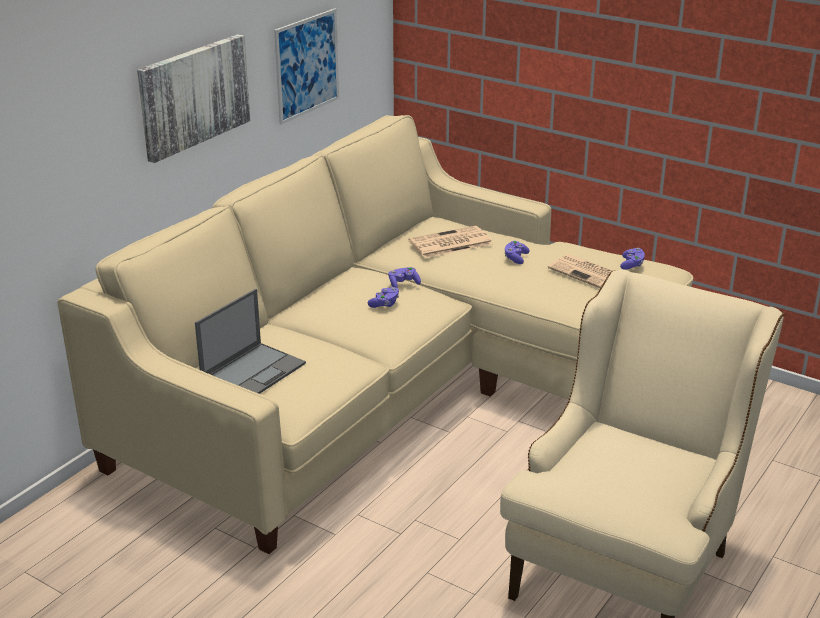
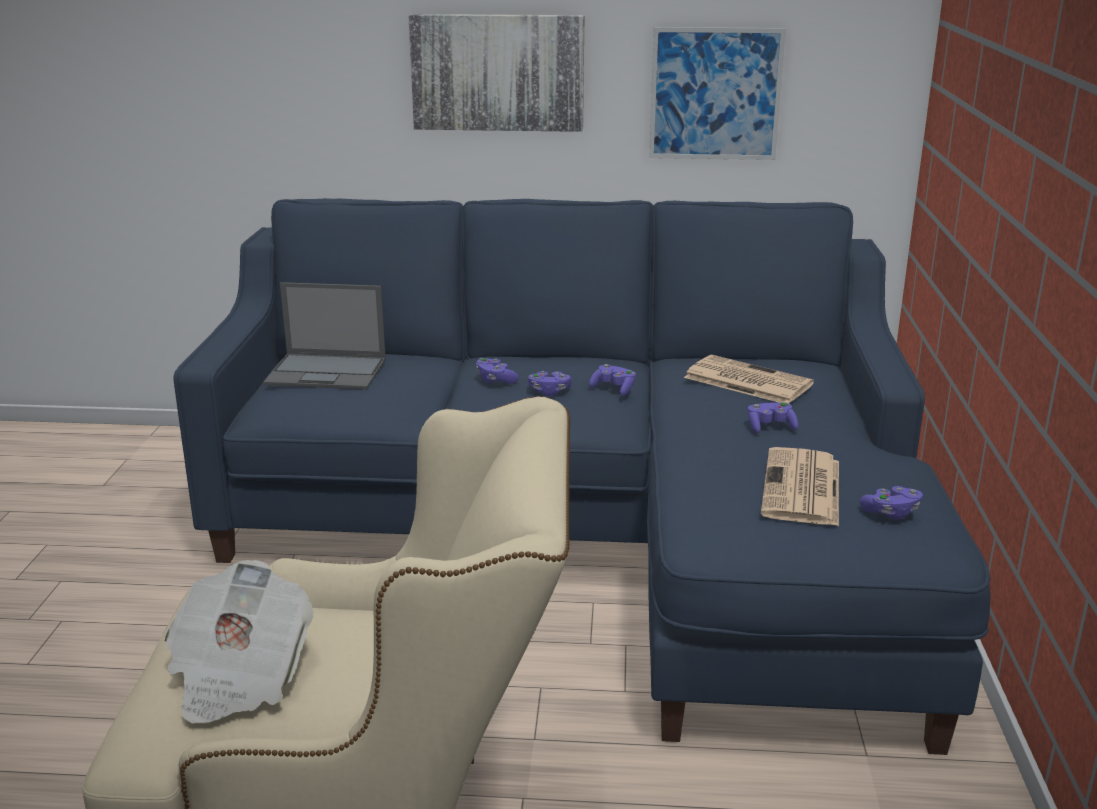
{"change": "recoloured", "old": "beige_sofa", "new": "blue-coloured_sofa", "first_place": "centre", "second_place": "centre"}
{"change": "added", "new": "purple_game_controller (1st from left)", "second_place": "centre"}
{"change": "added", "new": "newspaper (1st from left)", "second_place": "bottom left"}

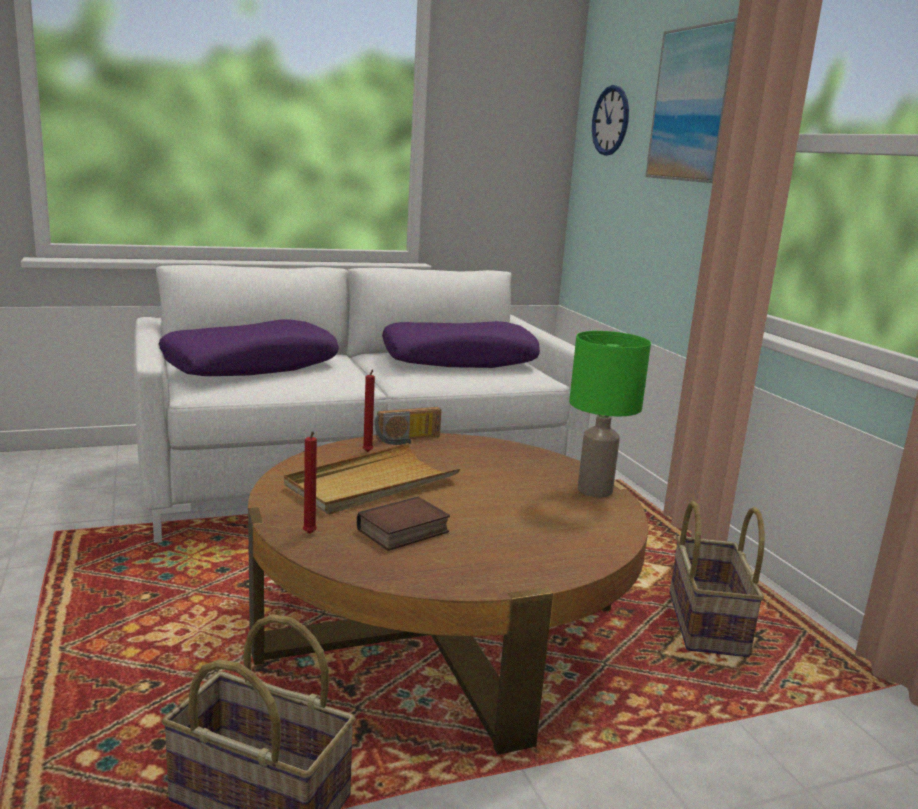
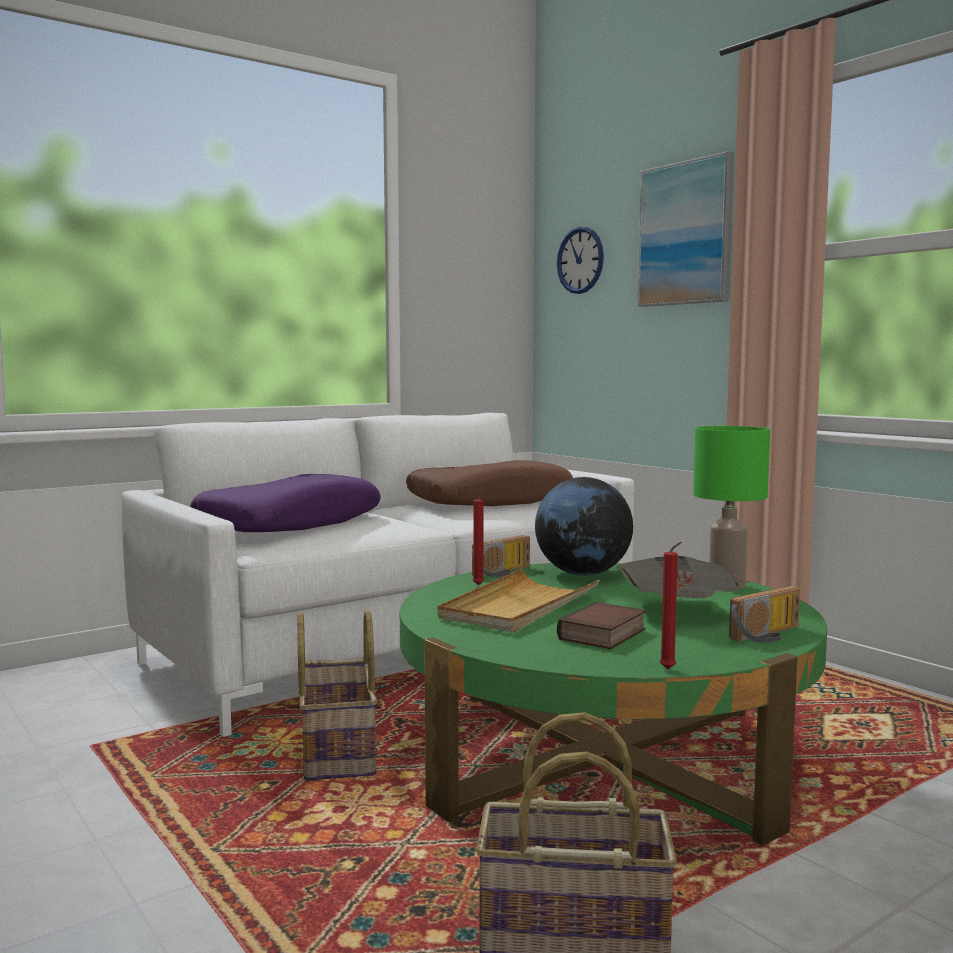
{"change": "recoloured", "old": "purple_pillow (2nd from left)", "new": "brown_pillow", "first_place": "centre", "second_place": "centre"}
{"change": "moved", "old": "reddish_wax_candle (1st from left in the first image)", "new": "reddish_wax_candle (2nd from left)", "first_place": "centre", "second_place": "middle right"}
{"change": "recoloured", "old": "brown_low_table", "new": "green_low_table", "first_place": "bottom centre", "second_place": "bottom centre"}
{"change": "moved", "old": "basket (2nd from left in the first image)", "new": "basket (1st from left)", "first_place": "bottom right", "second_place": "bottom centre"}
{"change": "added", "new": "desk_globe", "second_place": "centre"}
{"change": "added", "new": "newspaper", "second_place": "middle right"}
{"change": "added", "new": "radio (2nd from left)", "second_place": "middle right"}

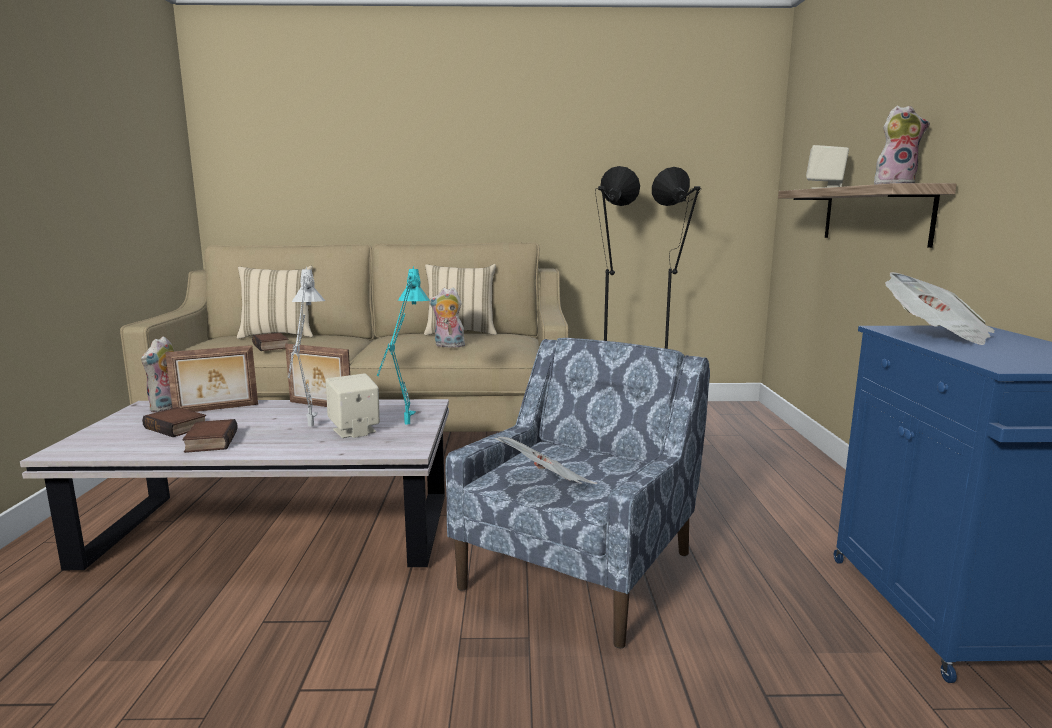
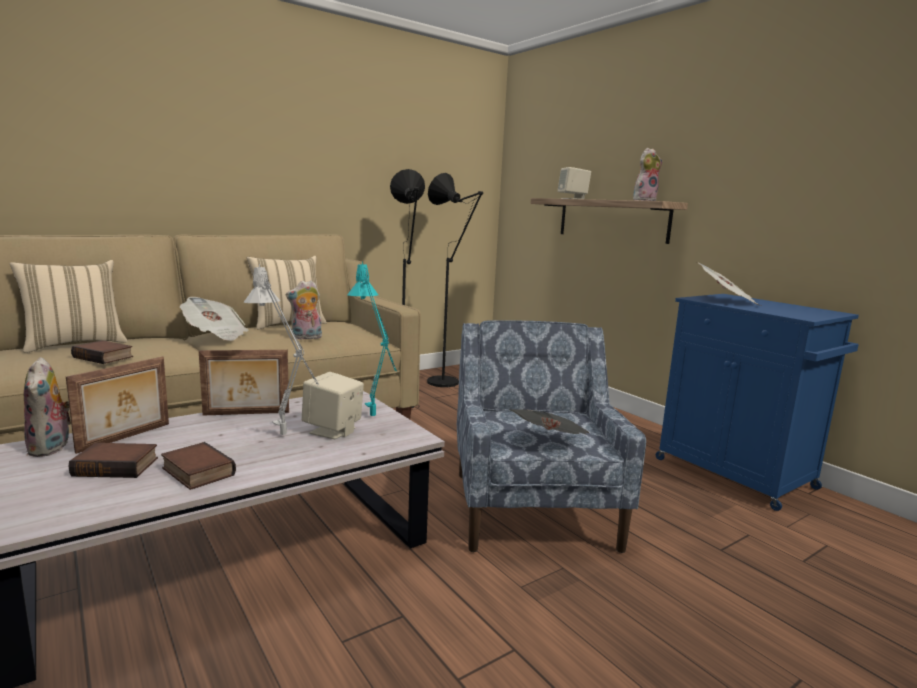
{"change": "added", "new": "newspaper (1st from left)", "second_place": "middle left"}

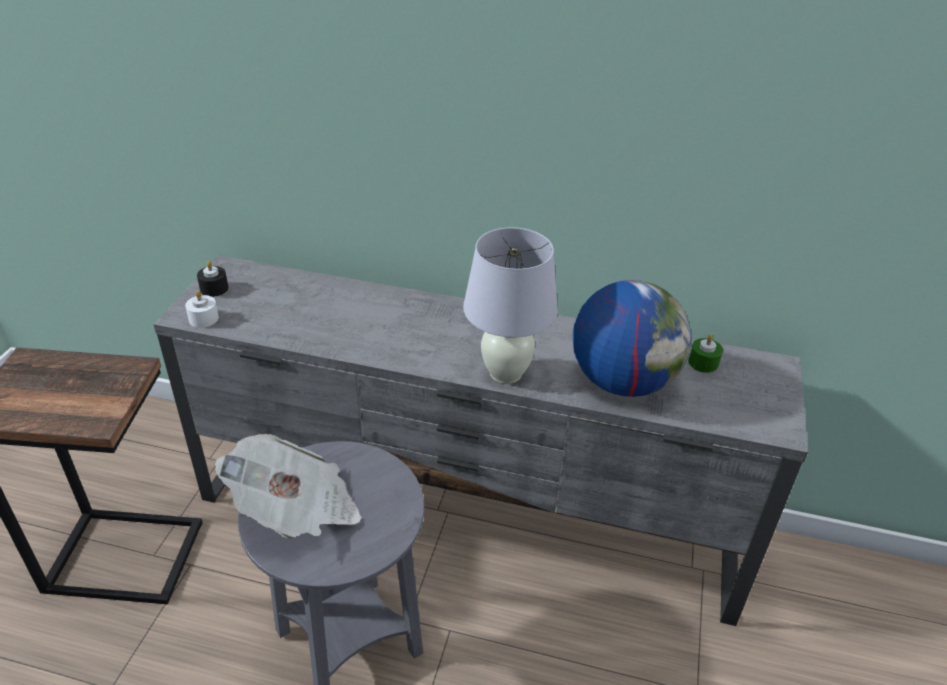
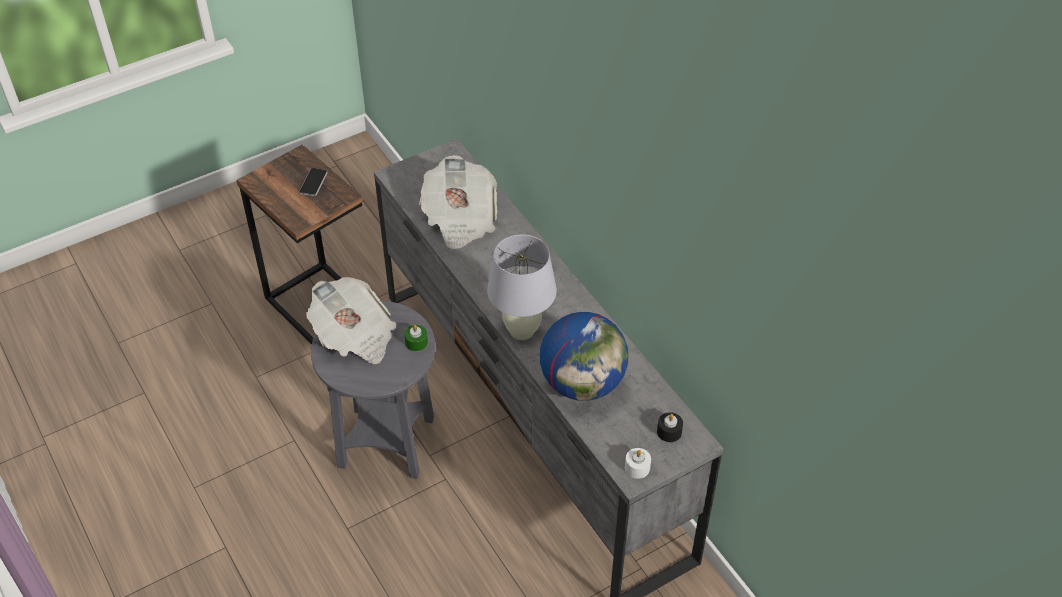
{"change": "moved", "old": "black_wax_candle", "first_place": "middle left", "second_place": "bottom centre"}
{"change": "moved", "old": "white_wax_candle", "first_place": "middle left", "second_place": "bottom centre"}
{"change": "moved", "old": "green_wax_candle", "first_place": "middle right", "second_place": "centre"}
{"change": "added", "new": "newspaper (2nd from left)", "second_place": "centre"}
{"change": "added", "new": "handset", "second_place": "top left"}

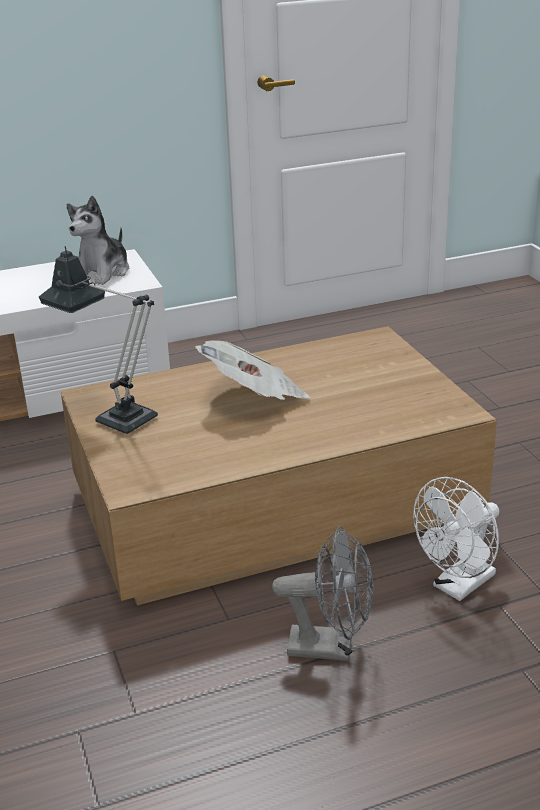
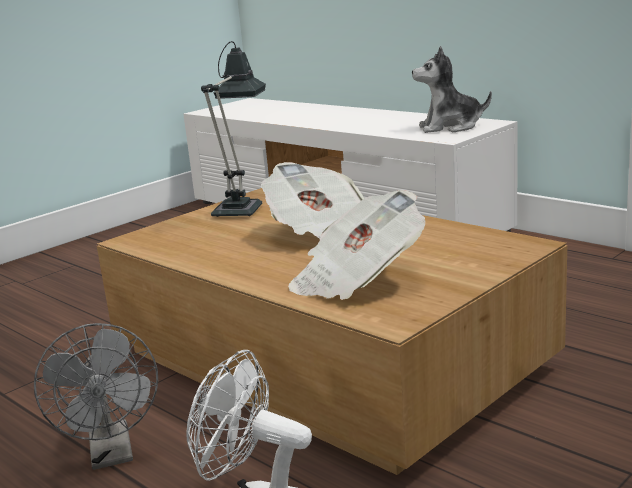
{"change": "added", "new": "newspaper (2nd from left)", "second_place": "centre"}

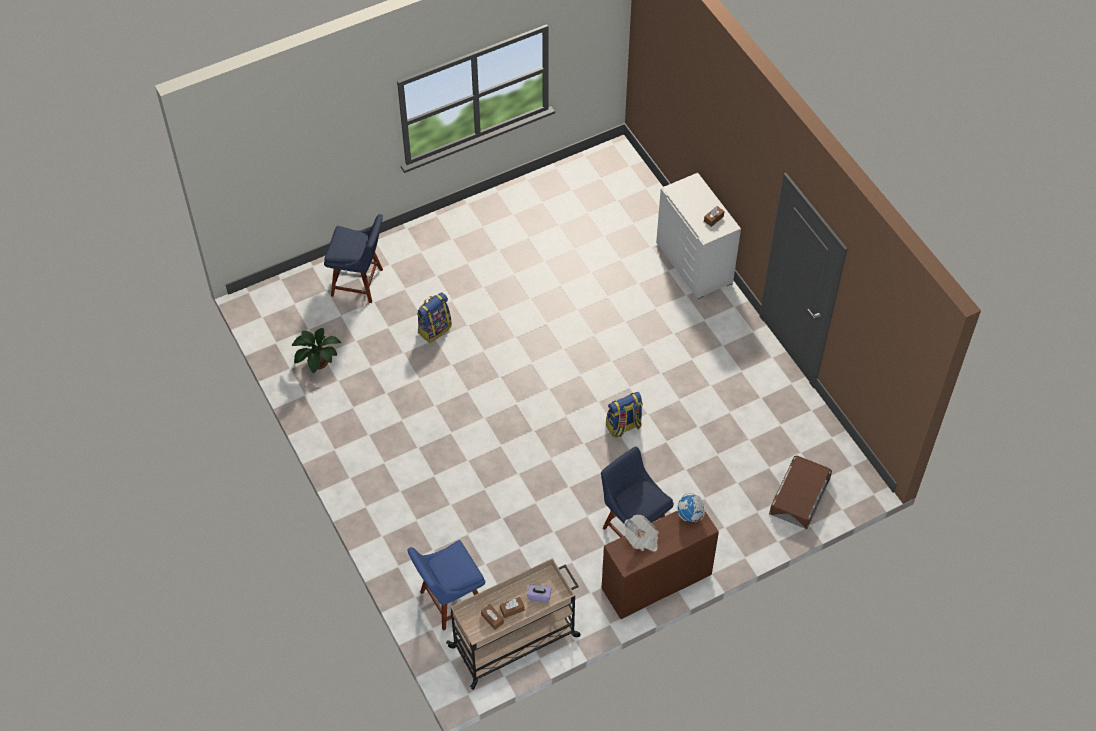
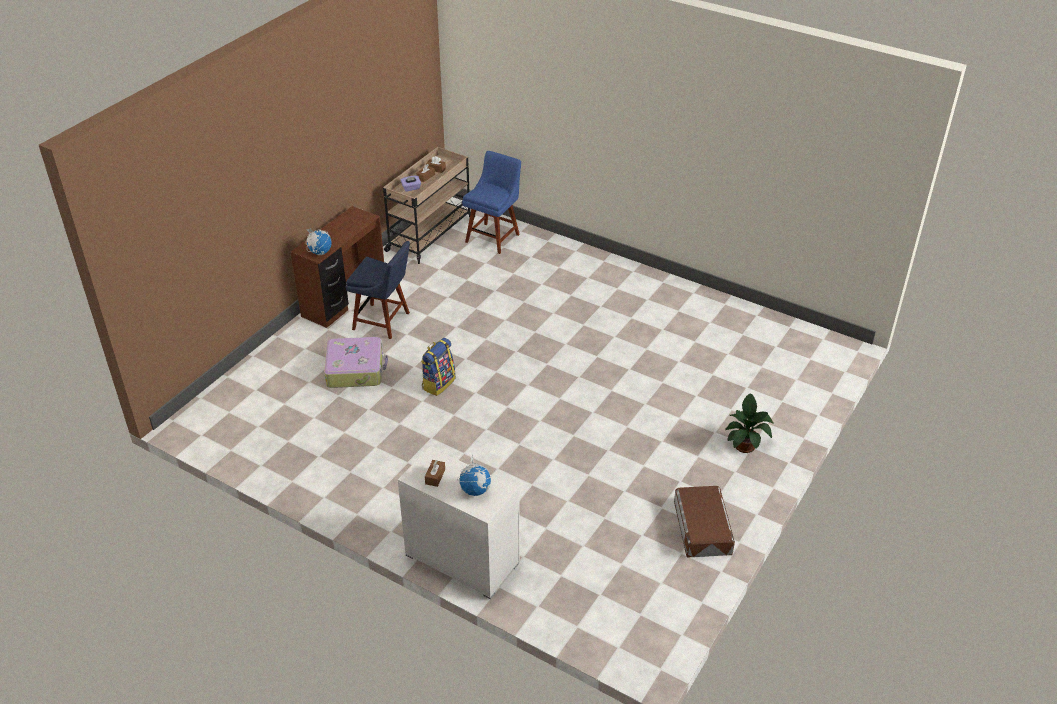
{"change": "removed", "old": "blue-coloured_upright_chair (1st from left)", "first_place": "middle left"}
{"change": "removed", "old": "rucksack (1st from left)", "first_place": "centre"}
{"change": "moved", "old": "potted_plant", "first_place": "middle left", "second_place": "middle right"}
{"change": "moved", "old": "brown_storage_bin", "first_place": "bottom right", "second_place": "bottom centre"}
{"change": "removed", "old": "newspaper", "first_place": "bottom centre"}
{"change": "added", "new": "suitcase", "second_place": "centre"}
{"change": "added", "new": "desk_globe (2nd from left)", "second_place": "bottom centre"}

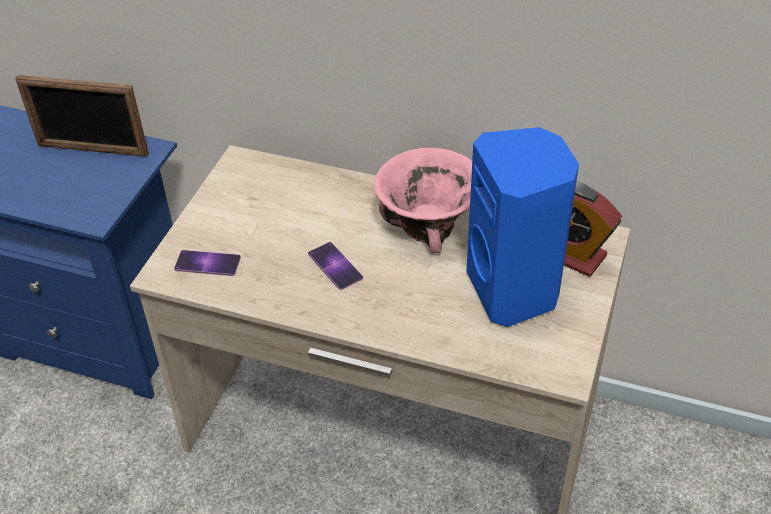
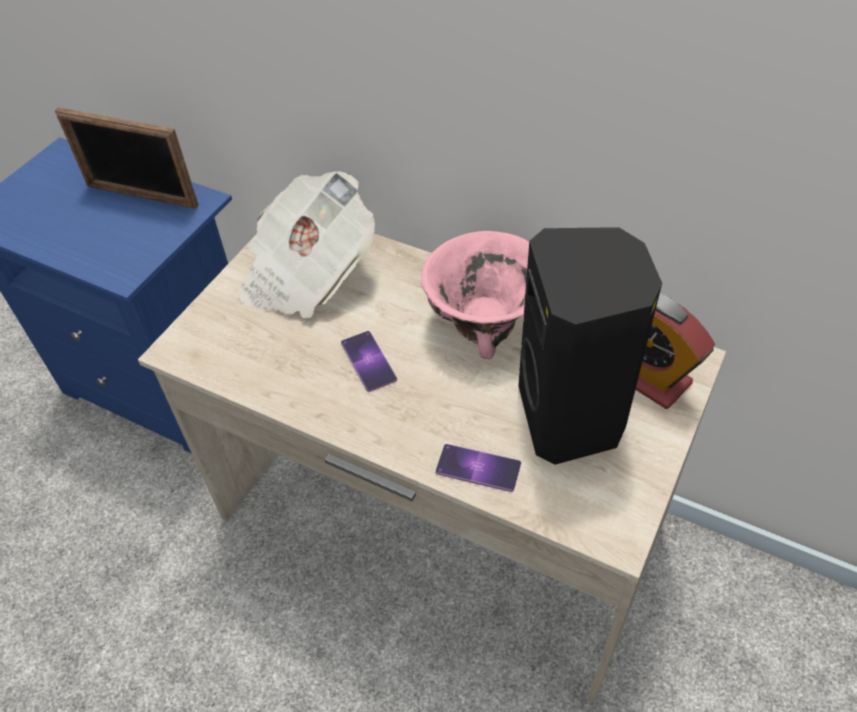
{"change": "recoloured", "old": "blue-coloured_speaker", "new": "black_speaker", "first_place": "middle right", "second_place": "middle right"}
{"change": "moved", "old": "handset (1st from left in the first image)", "new": "handset (2nd from left)", "first_place": "middle left", "second_place": "centre"}
{"change": "added", "new": "newspaper", "second_place": "centre"}

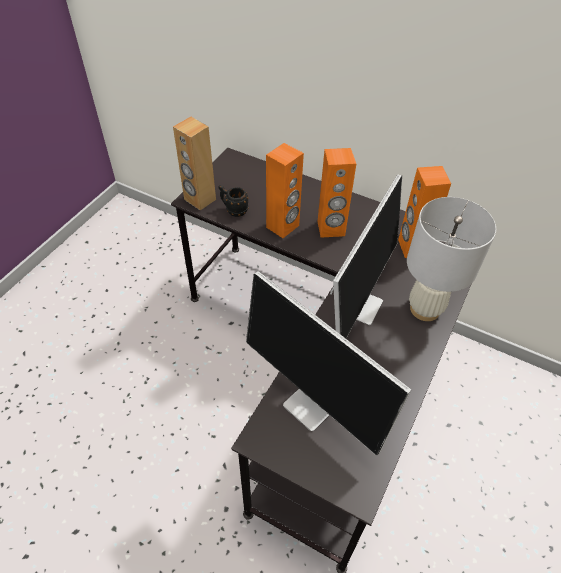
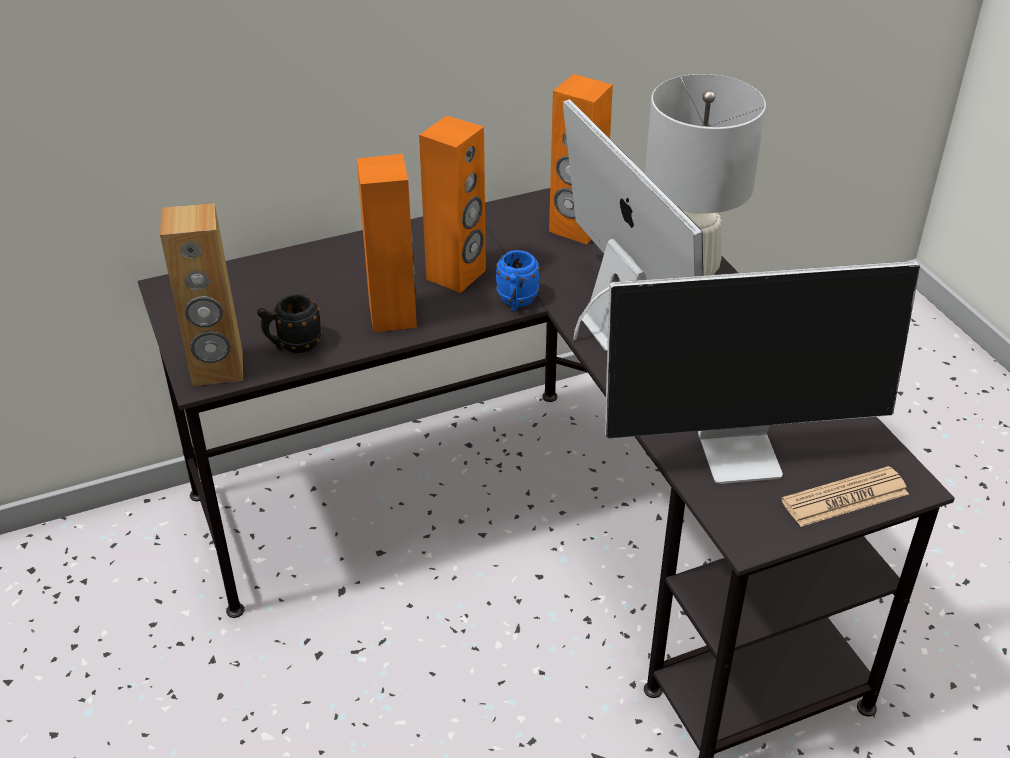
{"change": "added", "new": "blue-coloured_mug", "second_place": "centre"}
{"change": "added", "new": "newspaper", "second_place": "middle right"}

